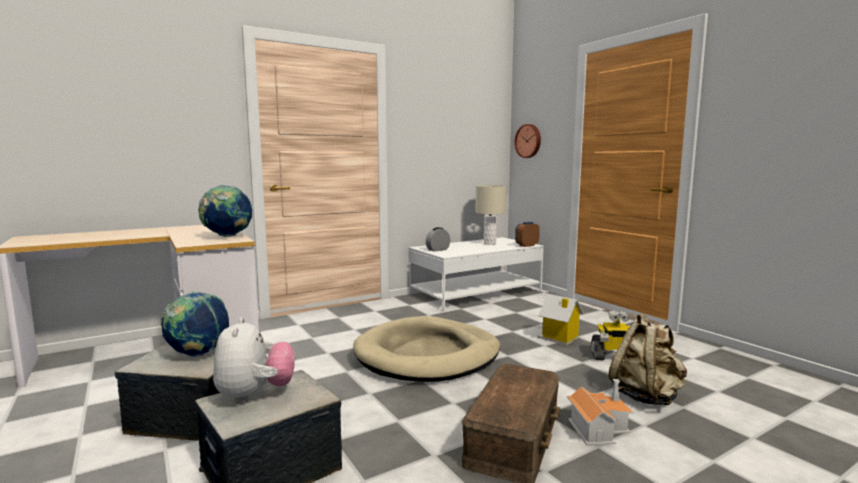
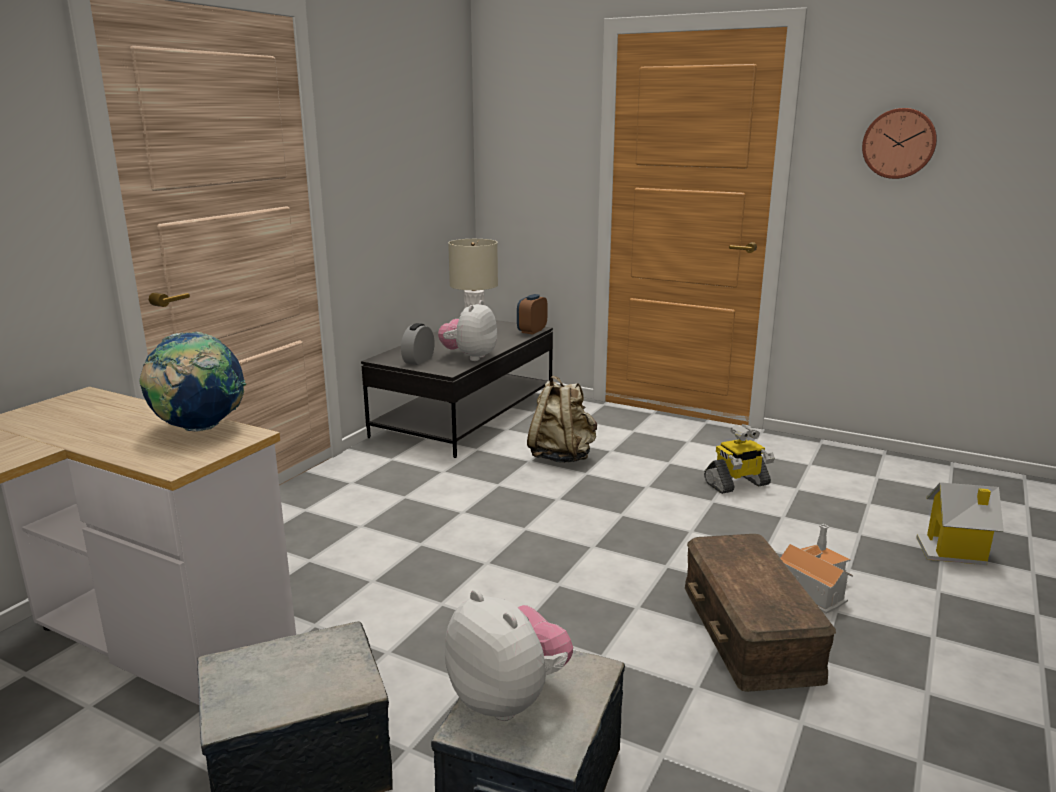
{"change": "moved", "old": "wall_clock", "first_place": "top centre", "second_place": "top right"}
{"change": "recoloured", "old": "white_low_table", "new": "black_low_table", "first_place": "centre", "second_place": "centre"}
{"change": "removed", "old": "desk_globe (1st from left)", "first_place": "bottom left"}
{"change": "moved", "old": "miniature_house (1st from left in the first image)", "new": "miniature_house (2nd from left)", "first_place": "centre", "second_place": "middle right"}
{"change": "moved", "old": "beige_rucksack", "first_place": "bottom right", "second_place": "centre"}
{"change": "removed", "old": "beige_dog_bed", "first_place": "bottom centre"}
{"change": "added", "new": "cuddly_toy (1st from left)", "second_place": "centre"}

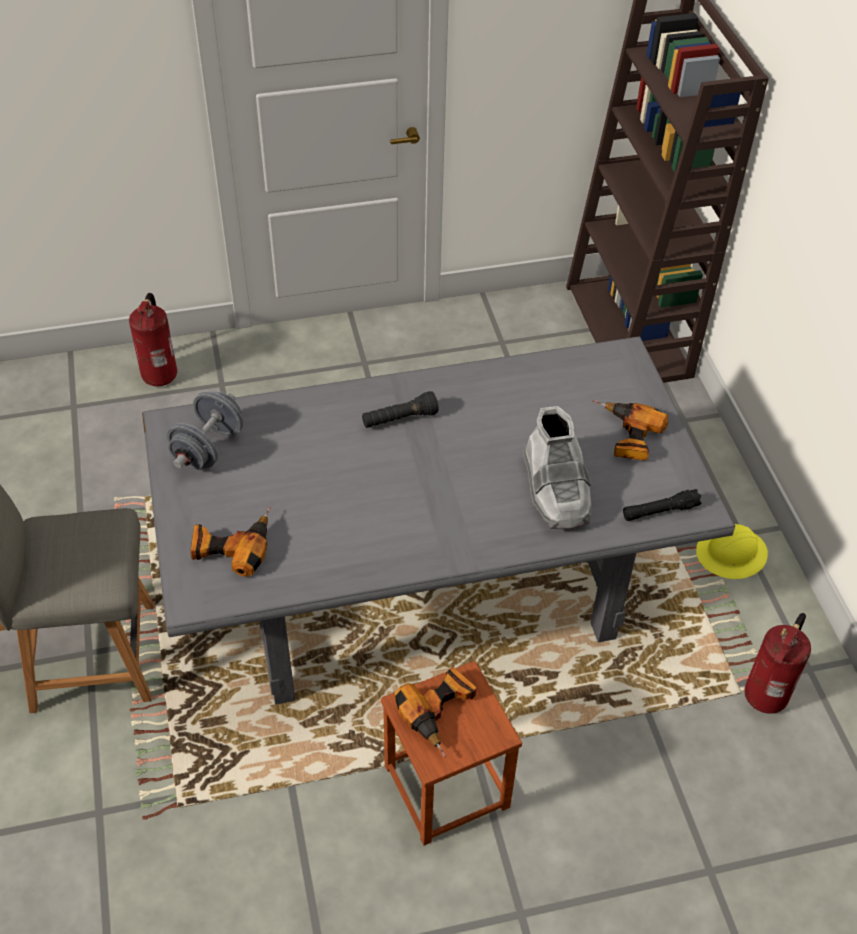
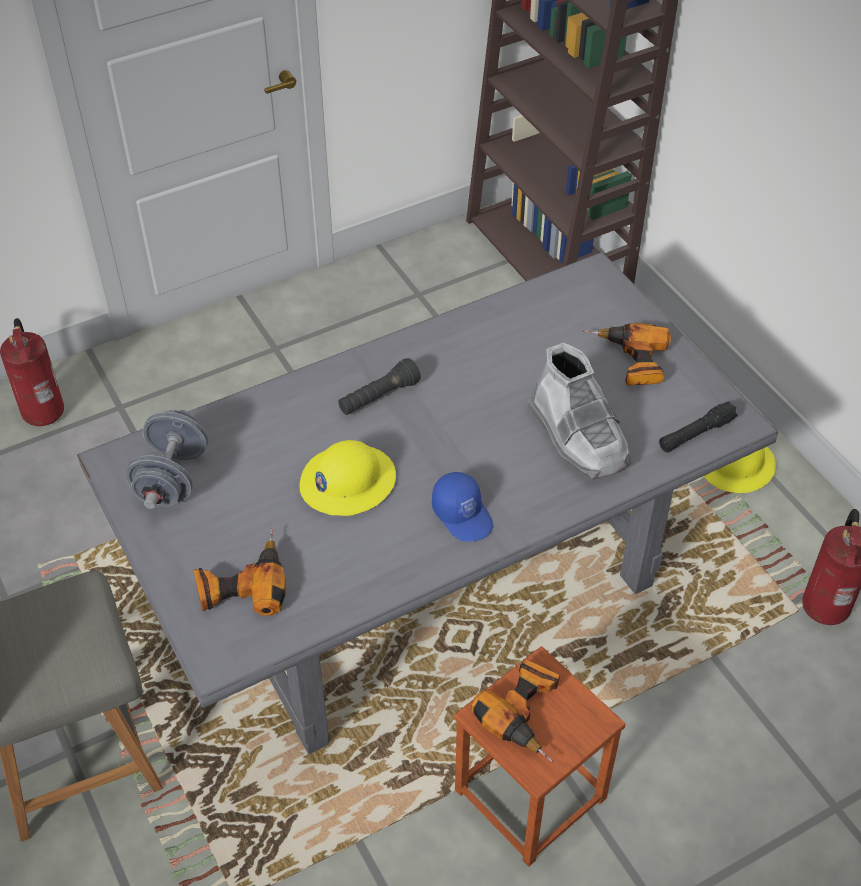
{"change": "added", "new": "yellowish_hard_hat (1st from left)", "second_place": "centre"}
{"change": "added", "new": "blue-coloured_cap", "second_place": "centre"}

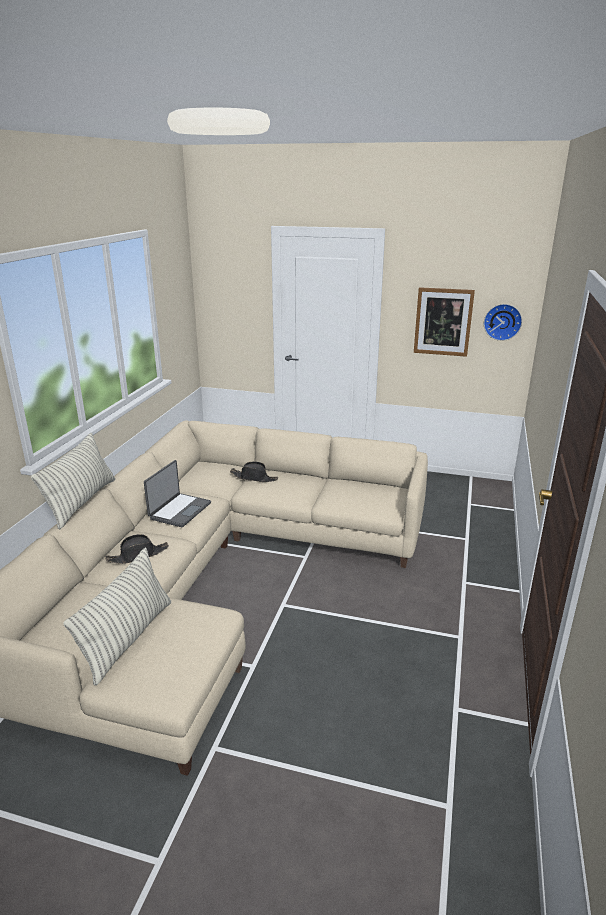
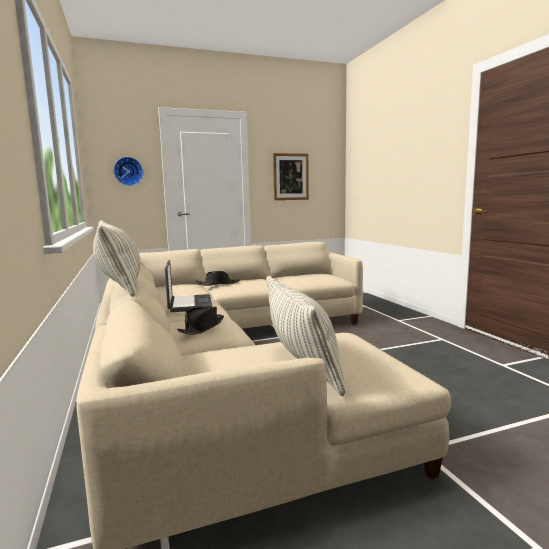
{"change": "moved", "old": "wall_clock", "first_place": "middle right", "second_place": "top left"}

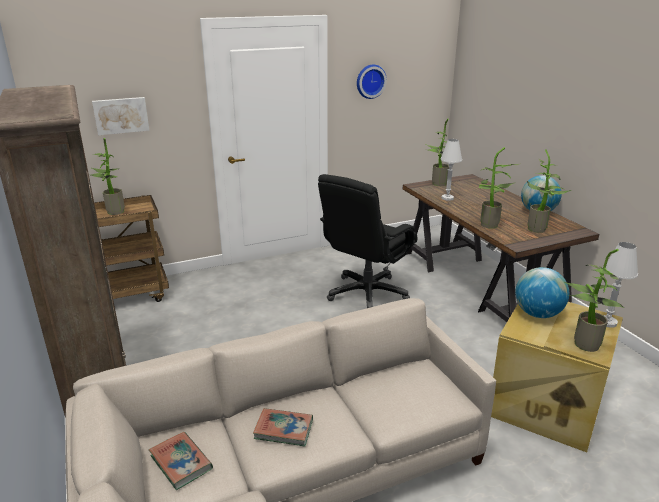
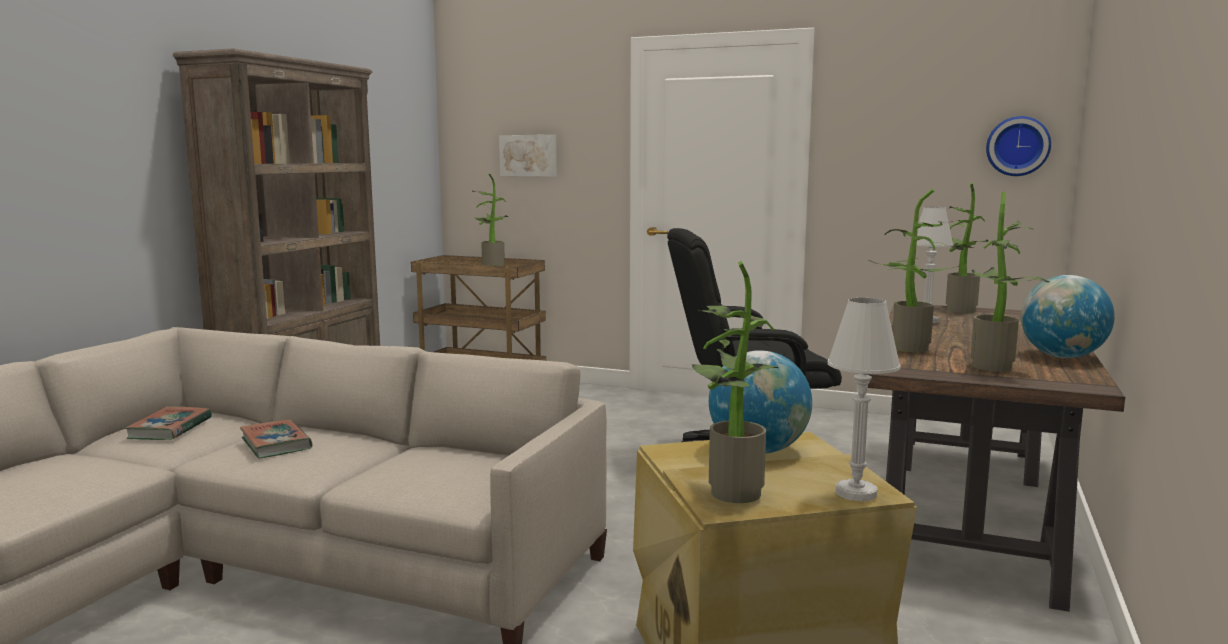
{"change": "moved", "old": "wall_clock", "first_place": "top centre", "second_place": "top right"}

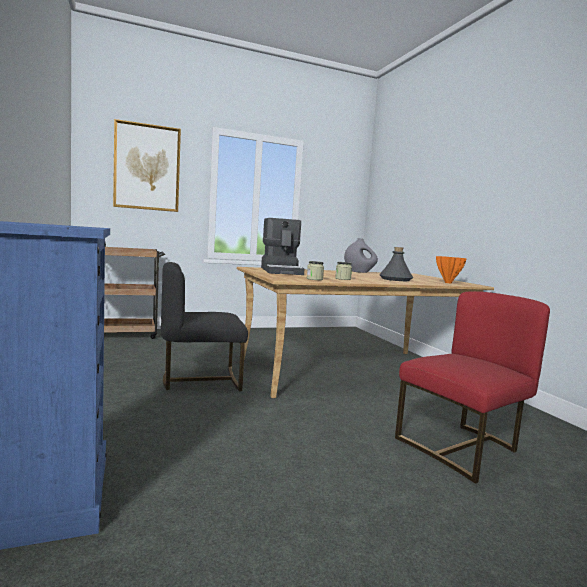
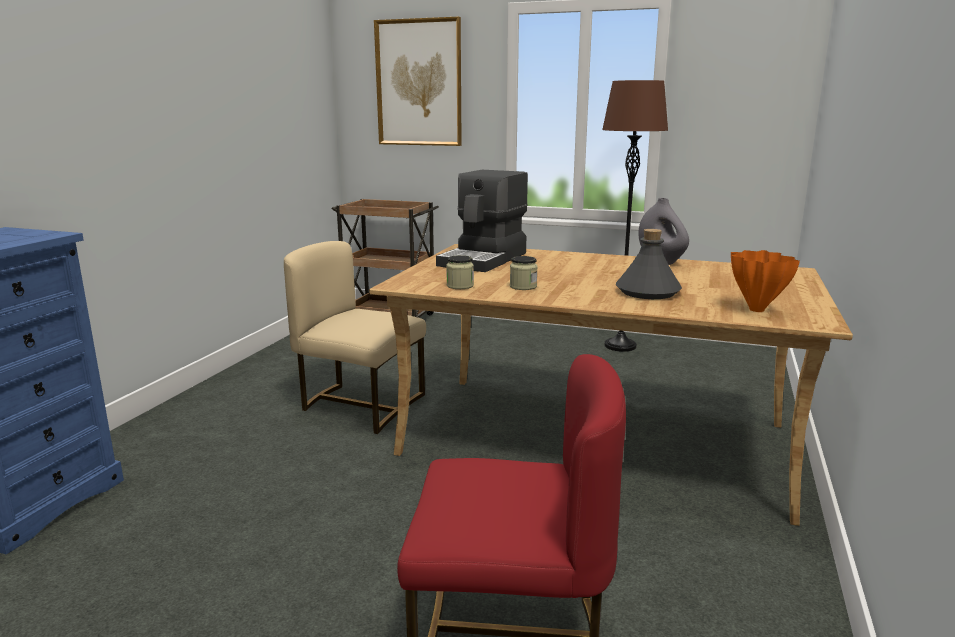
{"change": "recoloured", "old": "black_upright_chair", "new": "beige_upright_chair", "first_place": "centre", "second_place": "centre"}
{"change": "added", "new": "brown_floor_lamp", "second_place": "centre"}

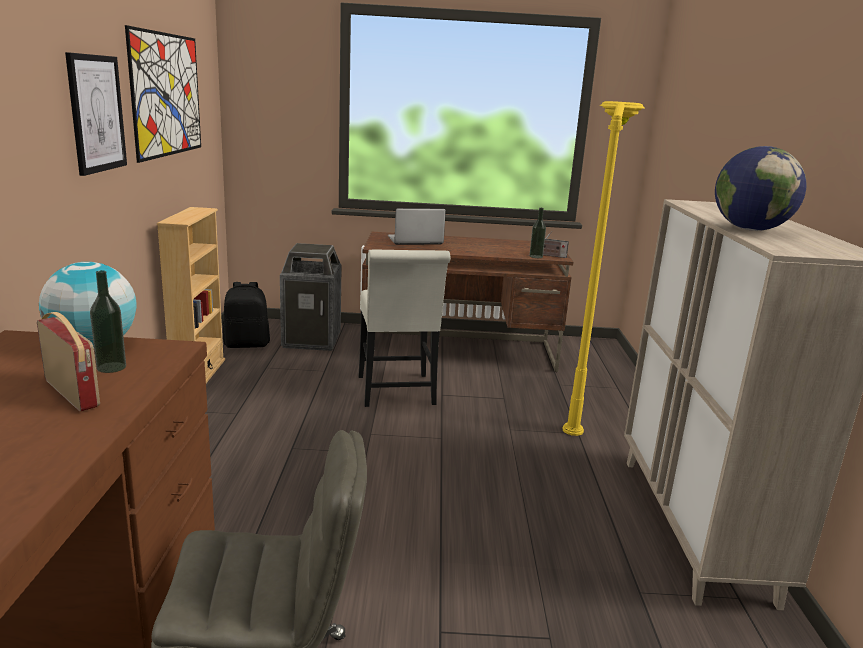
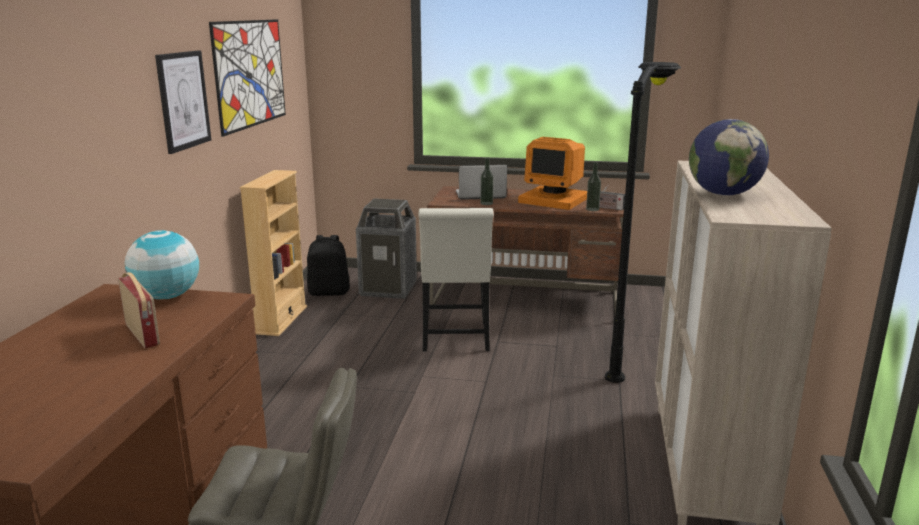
{"change": "recoloured", "old": "yellowish_floor_lamp", "new": "black_floor_lamp", "first_place": "middle right", "second_place": "middle right"}
{"change": "moved", "old": "beverage_bottle (1st from left)", "first_place": "middle left", "second_place": "centre"}
{"change": "added", "new": "computer_screen", "second_place": "top centre"}

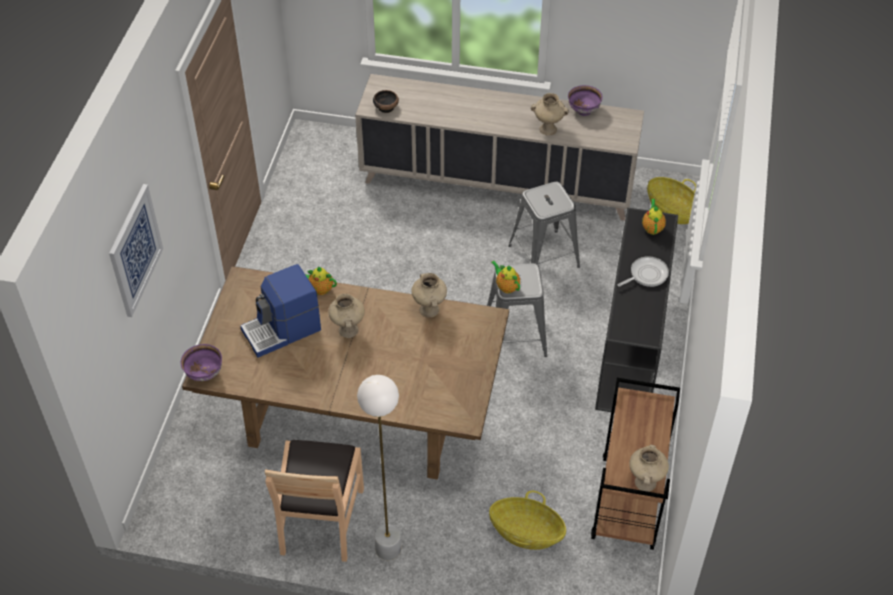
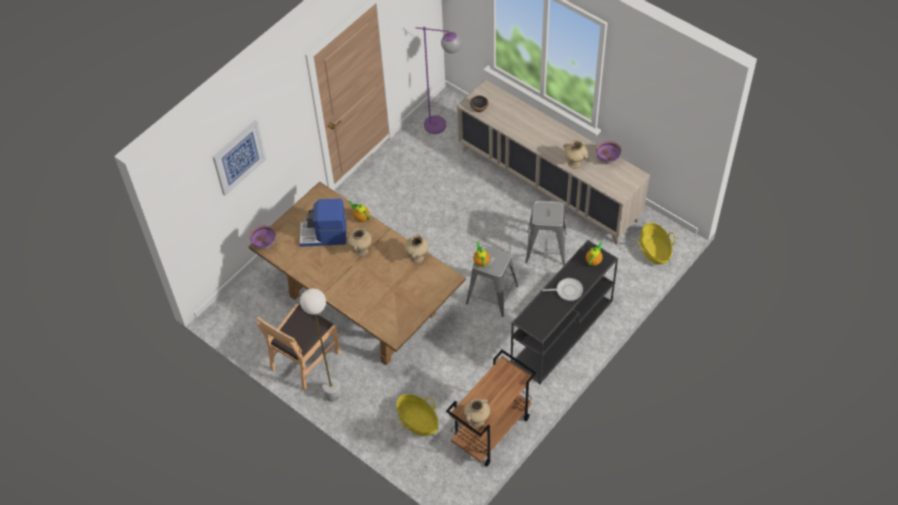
{"change": "added", "new": "purple_floor_lamp", "second_place": "top centre"}

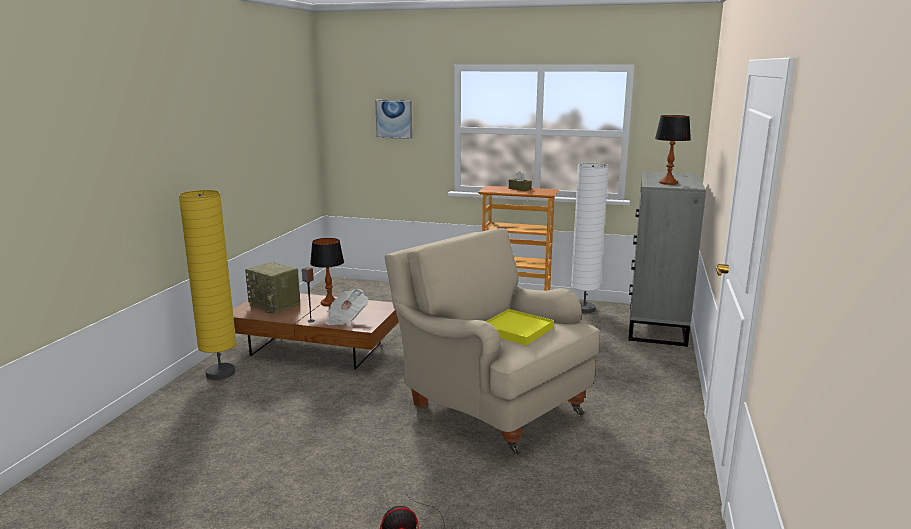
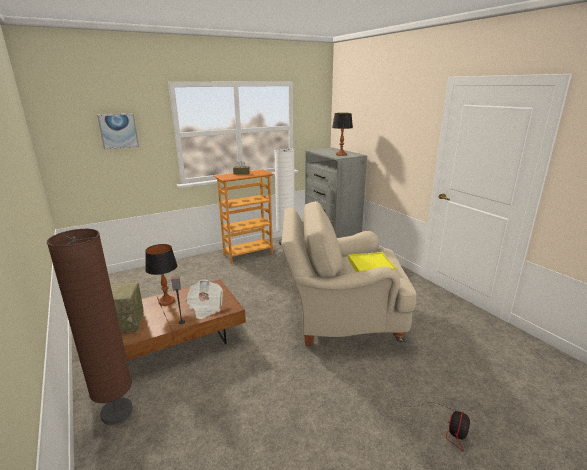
{"change": "recoloured", "old": "yellowish_floor_lamp", "new": "brown_floor_lamp", "first_place": "middle left", "second_place": "bottom left"}

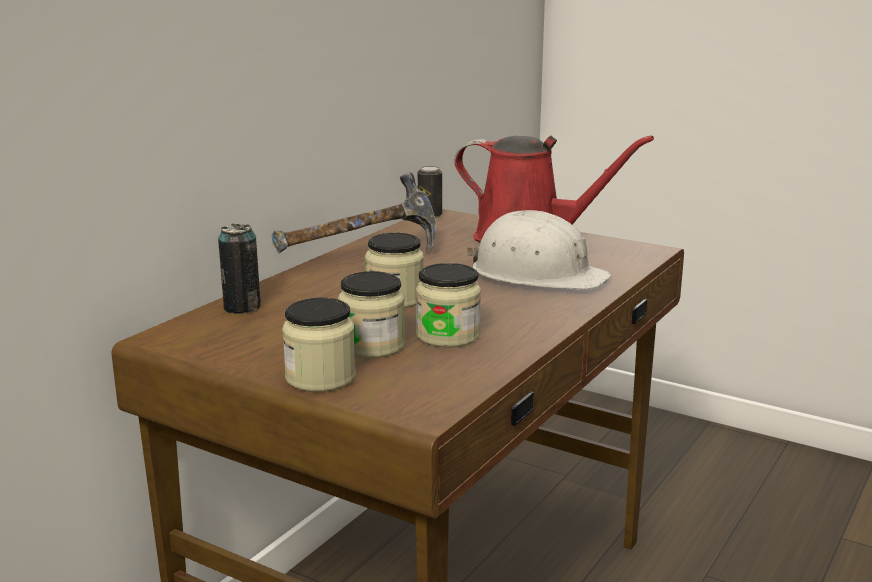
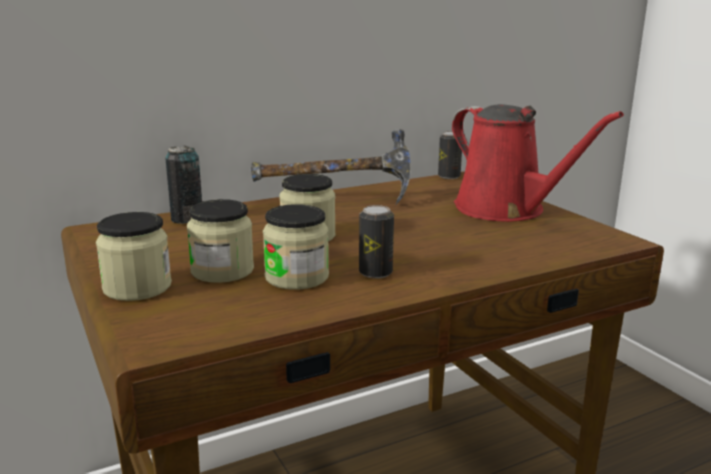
{"change": "removed", "old": "white_hard_hat", "first_place": "centre"}
{"change": "added", "new": "metal_can (2nd from left)", "second_place": "centre"}

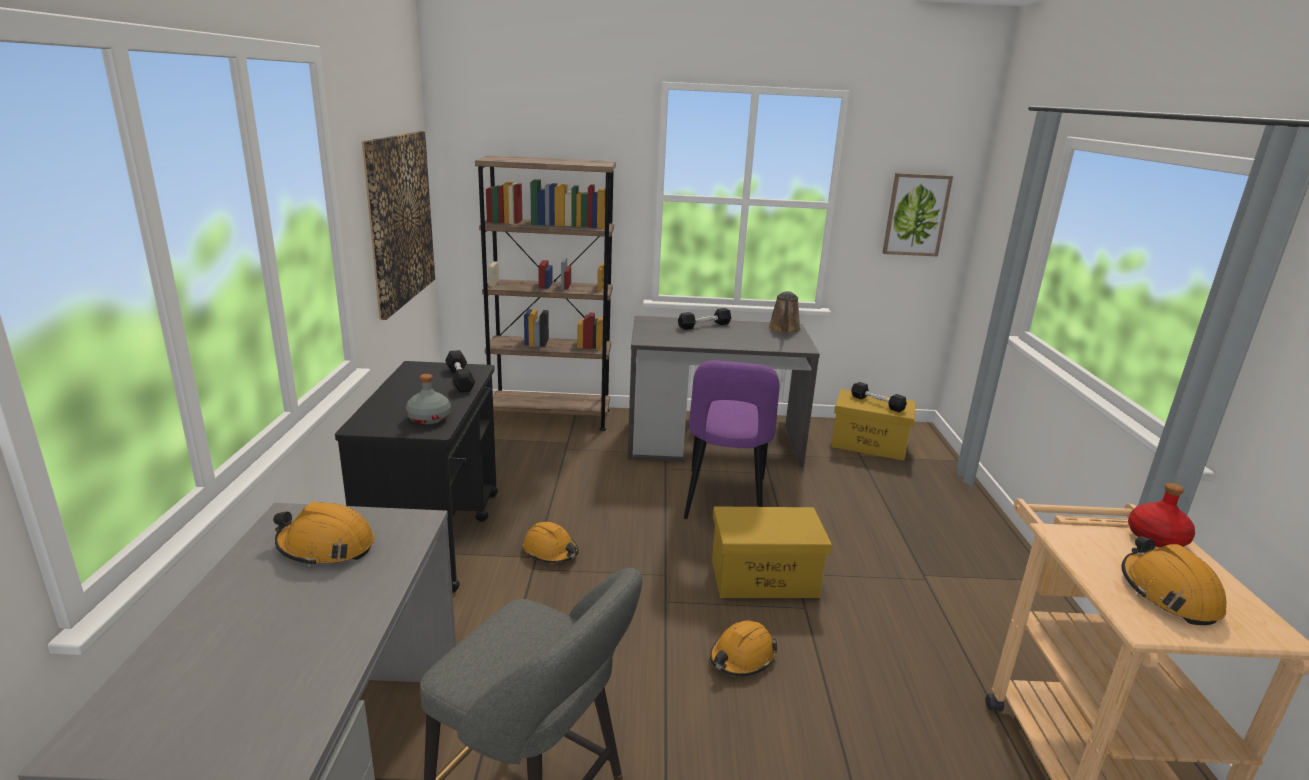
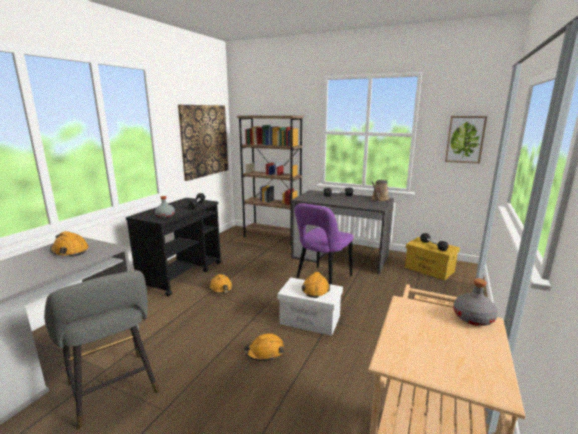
{"change": "recoloured", "old": "reddish_beverage_bottle", "new": "grey_beverage_bottle (2nd from left)", "first_place": "middle right", "second_place": "bottom right"}
{"change": "recoloured", "old": "yellowish_storage_bin (1st from left)", "new": "white_storage_bin", "first_place": "bottom centre", "second_place": "bottom centre"}
{"change": "moved", "old": "orange_hard_hat (4th from left)", "first_place": "bottom right", "second_place": "centre"}

